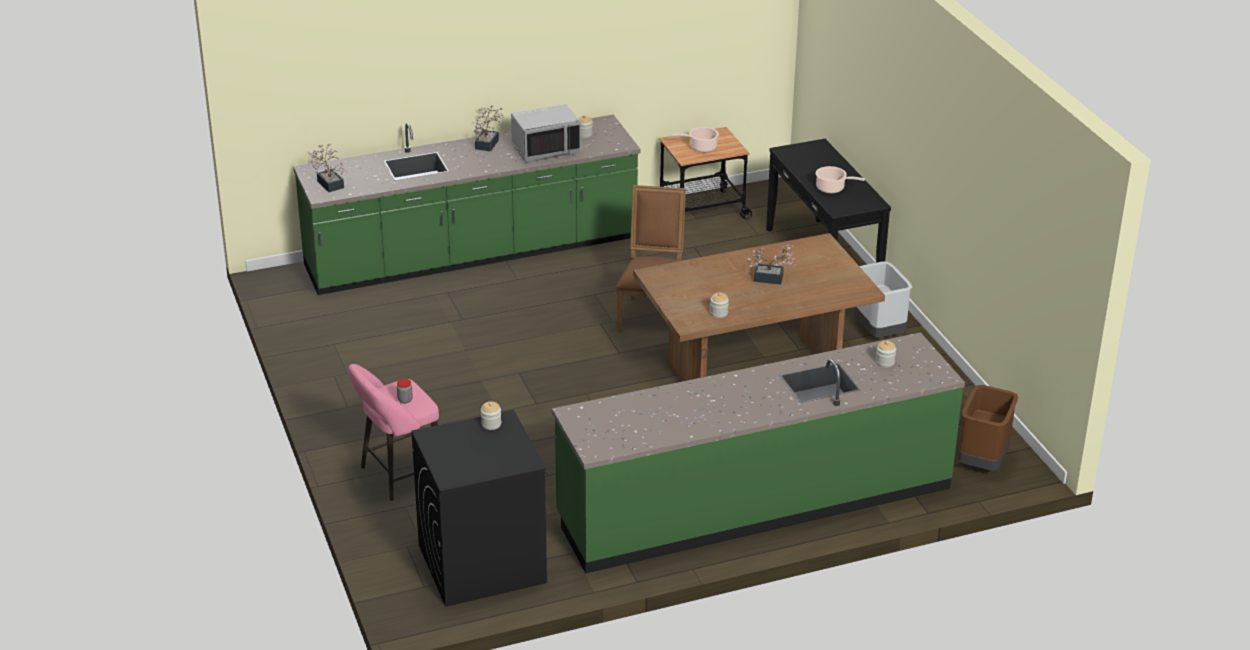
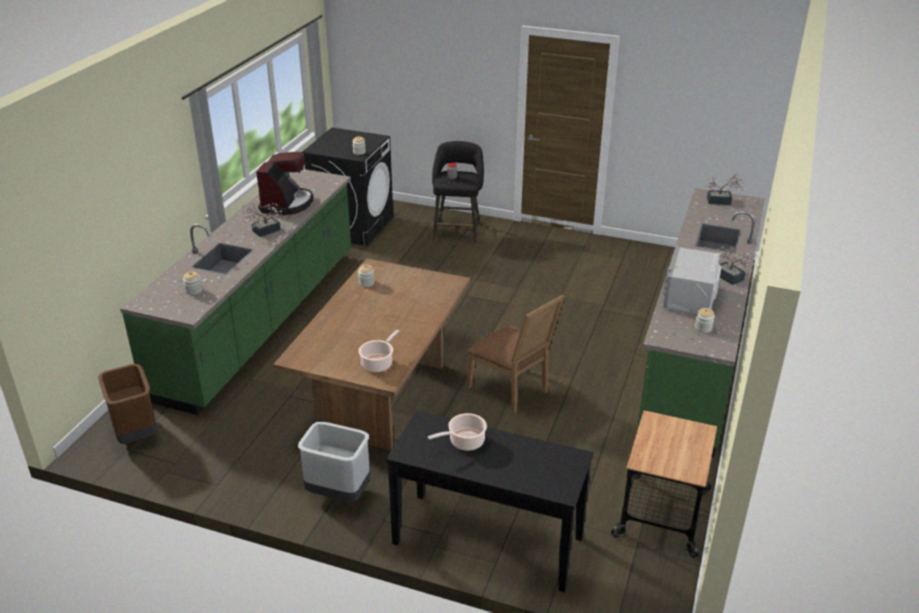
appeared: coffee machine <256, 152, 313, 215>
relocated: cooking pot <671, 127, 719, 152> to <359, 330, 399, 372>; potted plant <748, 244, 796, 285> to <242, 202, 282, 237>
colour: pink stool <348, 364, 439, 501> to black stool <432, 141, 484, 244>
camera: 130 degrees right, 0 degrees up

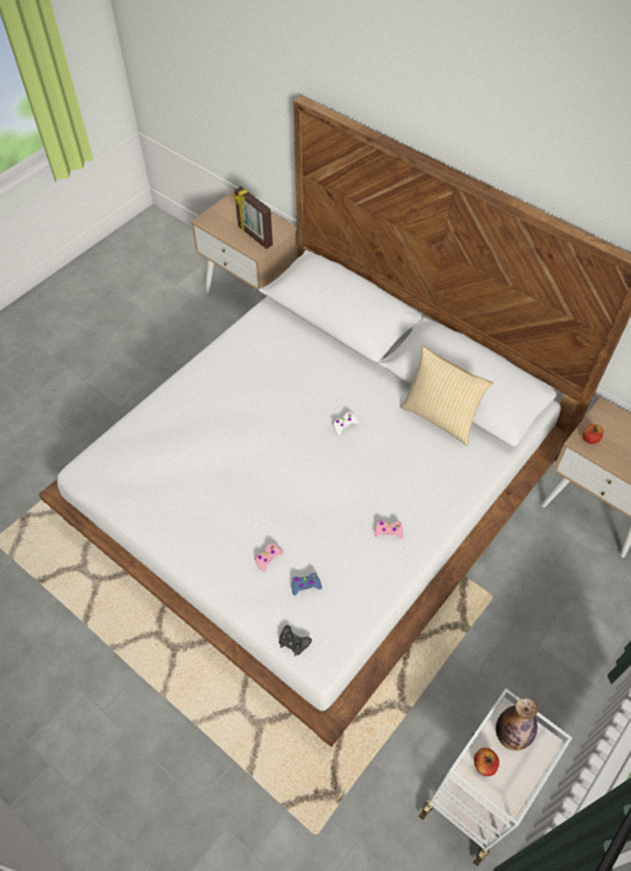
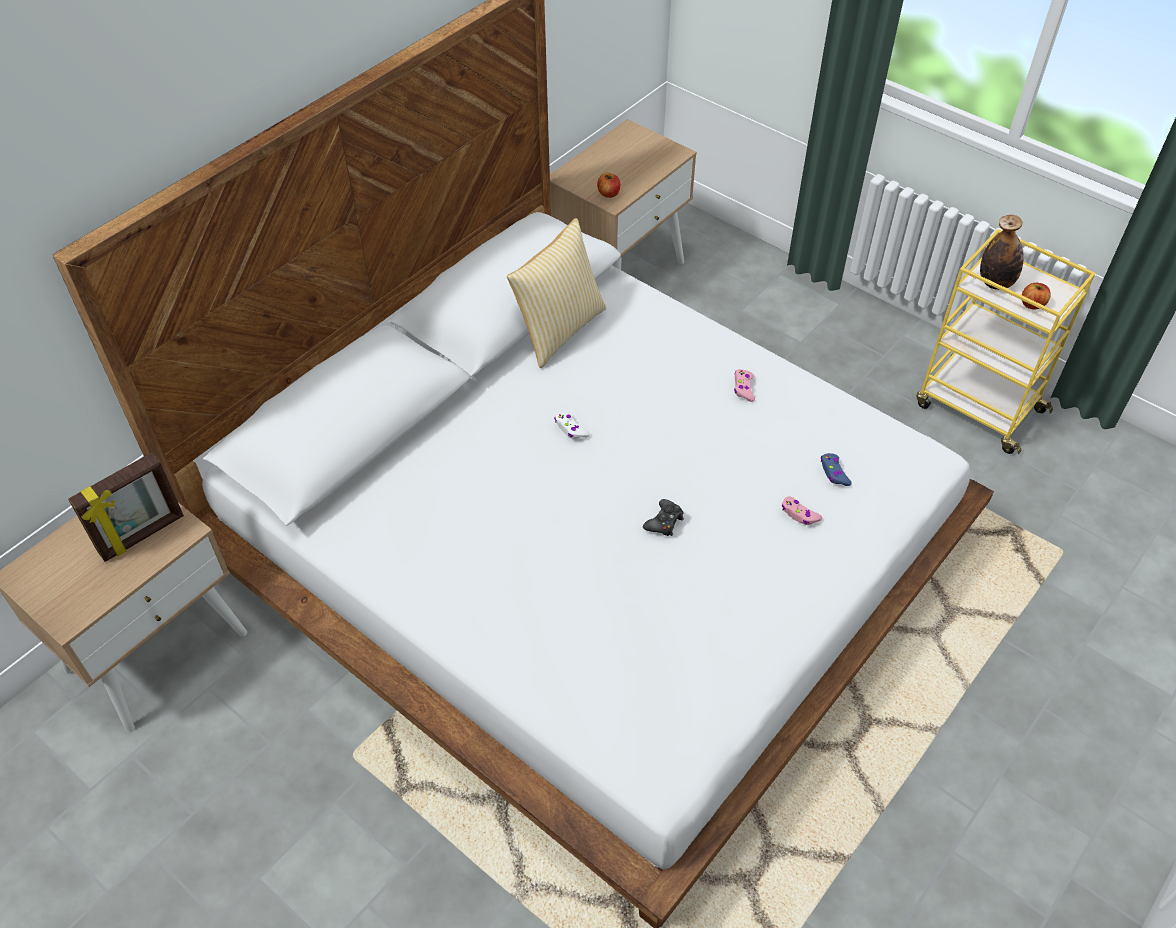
relocated: black game controller <279, 625, 312, 656> to <643, 499, 684, 536>
colour: white cart <419, 688, 572, 866> to yellow cart <917, 229, 1096, 454>
camera: 90 degrees left, 5 degrees down

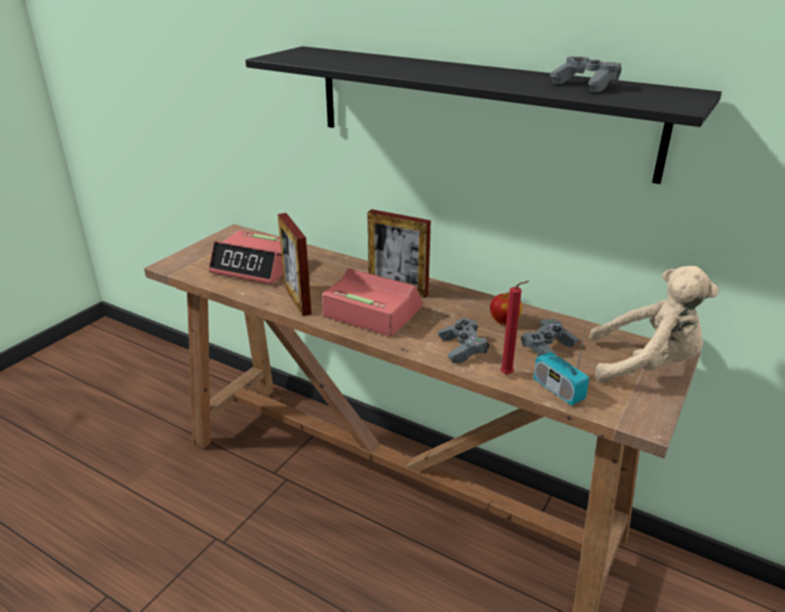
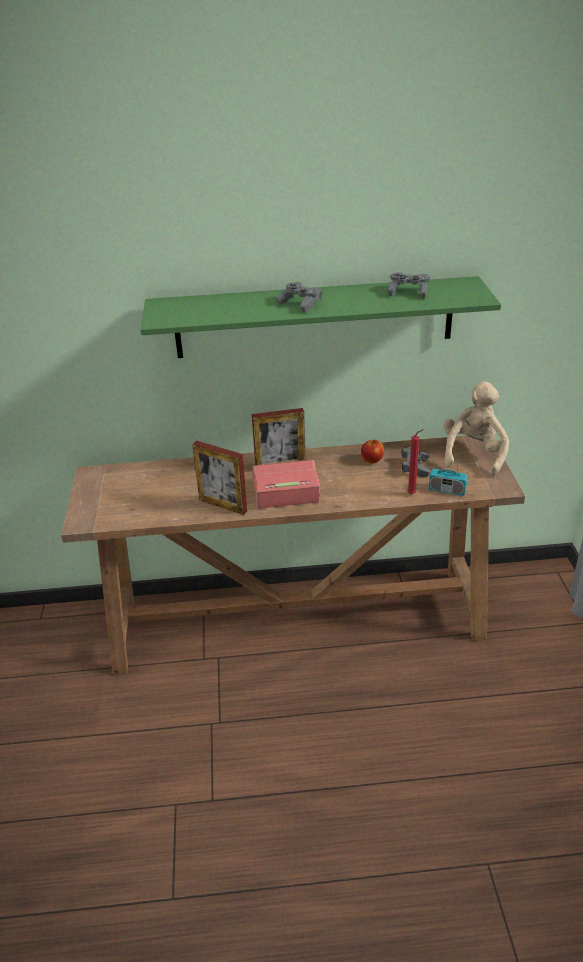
missing: alarm clock <209, 231, 283, 284>
relocated: grey game controller <438, 318, 489, 363> to <276, 282, 322, 312>
colour: black shelf <245, 46, 722, 184> to green shelf <141, 276, 501, 358>
spun: beige plush toy <589, 266, 719, 383> = <444, 381, 509, 476> 45 degrees counterclockwise
camera: 35 degrees left, 5 degrees up

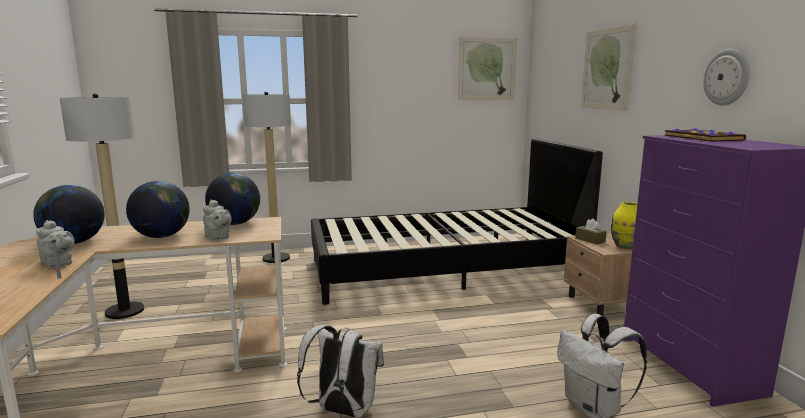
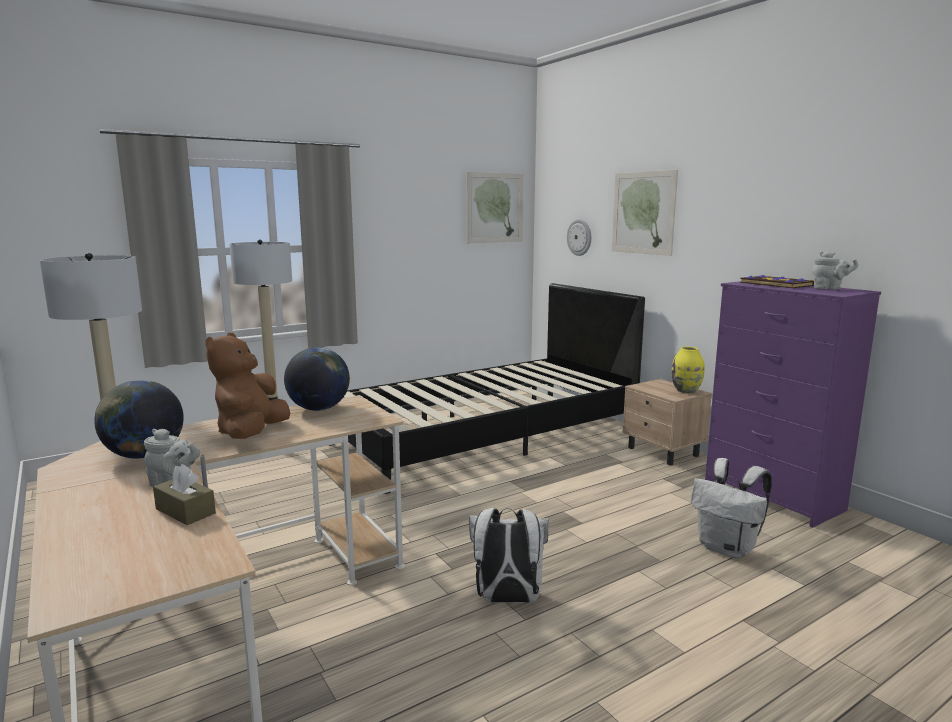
relocated: grey teapot <203, 200, 232, 240> to <812, 251, 858, 289>; brown tissue box <575, 219, 607, 244> to <153, 464, 216, 525>; wall clock <703, 49, 749, 105> to <567, 219, 591, 256>
exchanged: globe <126, 181, 190, 238> to brown plush toy <206, 333, 290, 439>
camera: 20 degrees left, 0 degrees up

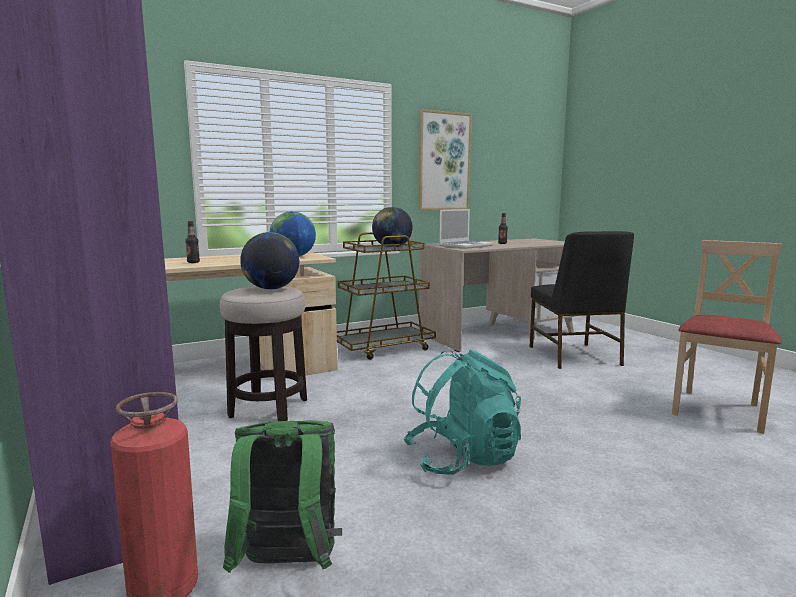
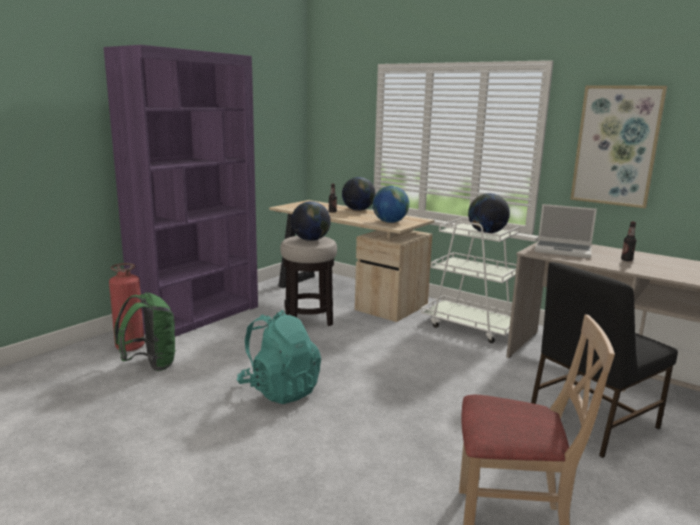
appeared: globe <342, 177, 376, 211>
colour: brown cart <337, 232, 436, 360> to white cart <421, 218, 520, 343>
camera: 65 degrees right, 5 degrees up

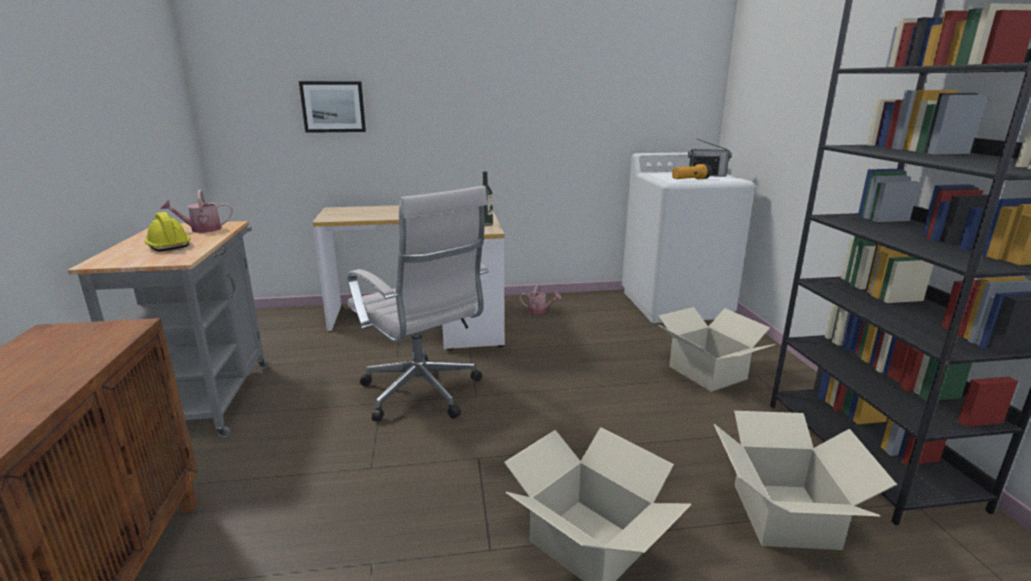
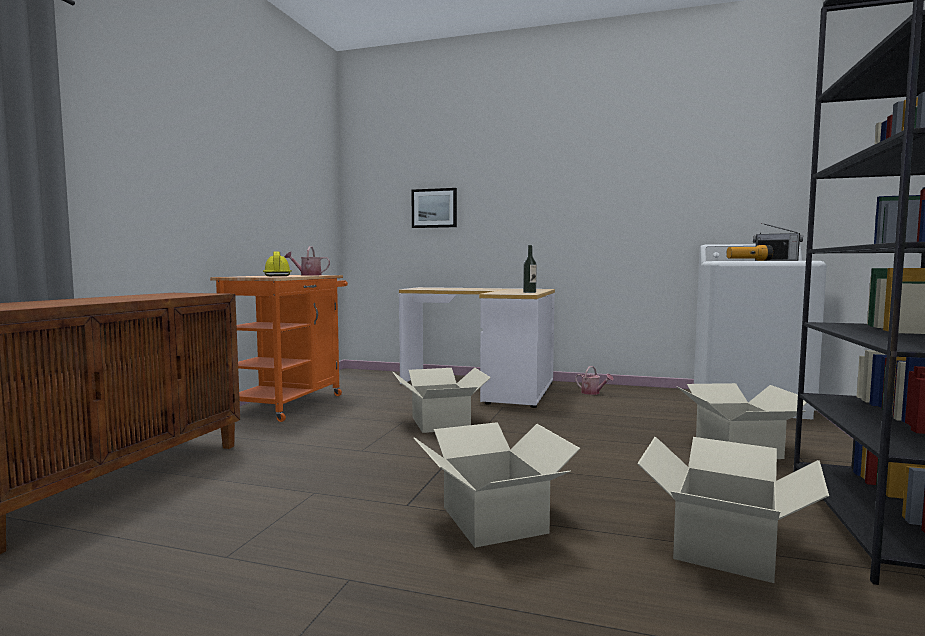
exchanged: white office chair <347, 185, 489, 422> to cardboard box <393, 368, 491, 433>
colour: grey cart <67, 221, 269, 438> to orange cart <210, 275, 348, 422>
camera: 25 degrees right, 15 degrees down

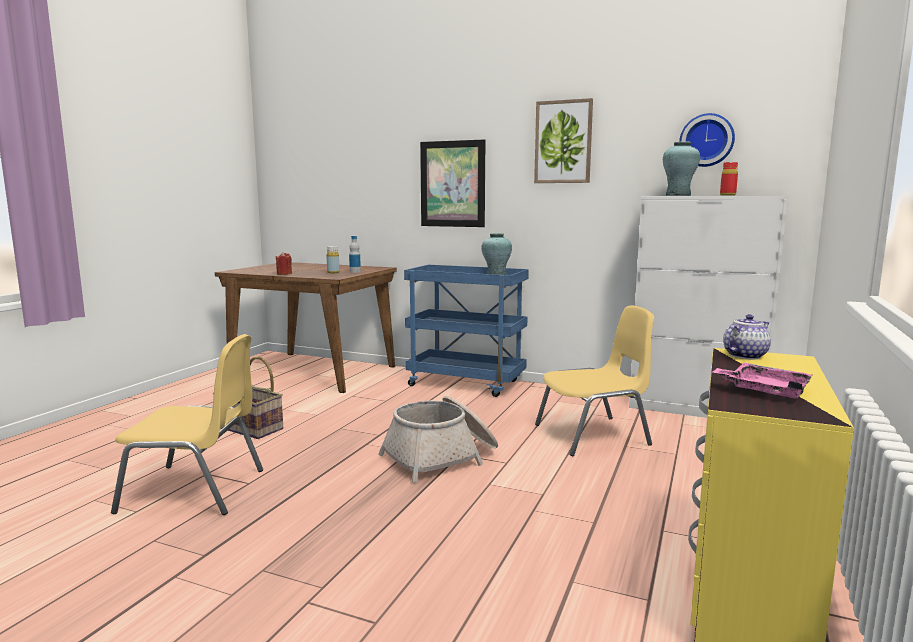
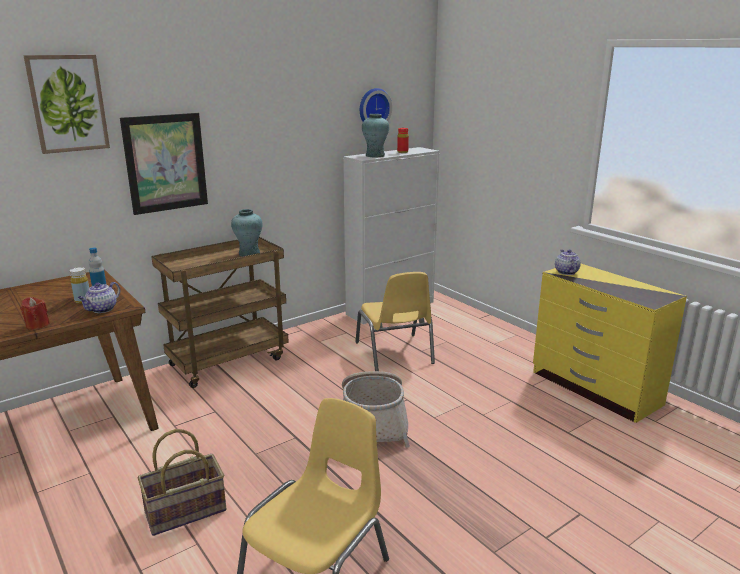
missing: pink tray <713, 363, 813, 399>
appeared: teapot <78, 282, 120, 313>
relocated: picture <534, 98, 593, 183> to <23, 55, 110, 154>
colour: blue cart <404, 265, 529, 397> to brown cart <151, 237, 289, 388>
spun: yellow chair <535, 305, 654, 456> = <355, 272, 435, 371> 150 degrees clockwise
camera: 60 degrees left, 10 degrees up

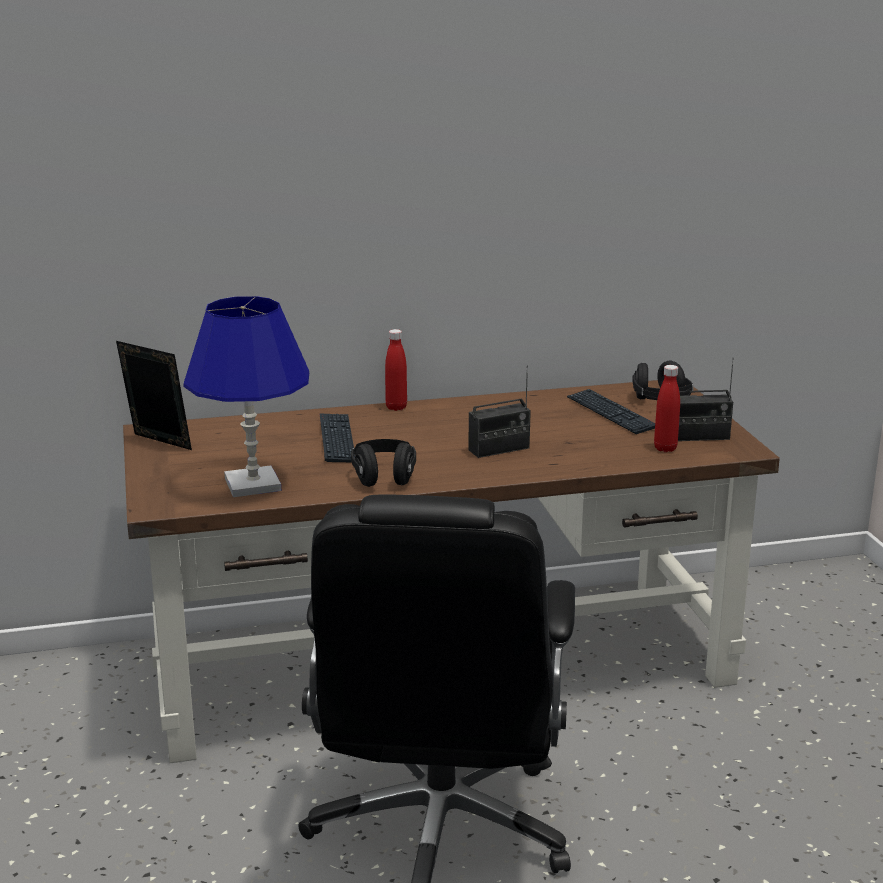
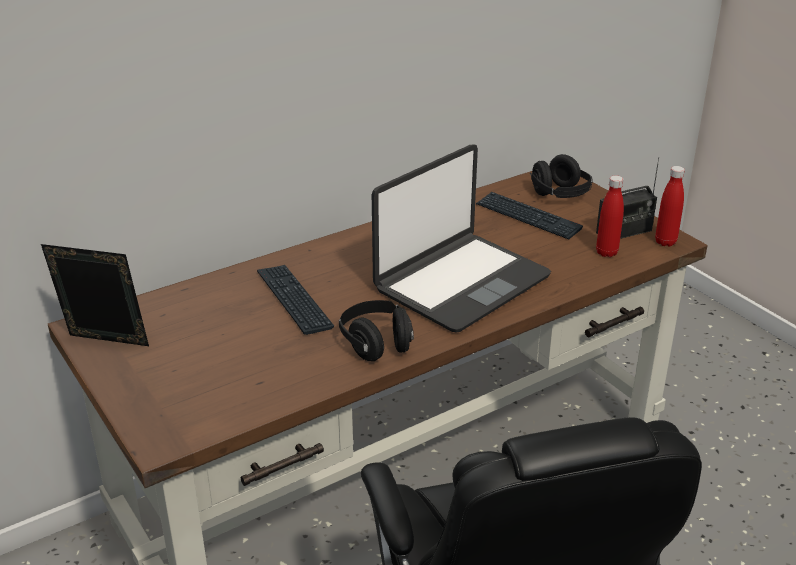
missing: blue table lamp <183, 296, 309, 497>
relocated: red bottle <385, 329, 407, 411> to <655, 166, 685, 247>
exchanged: radio <468, 365, 531, 458> to laptop <372, 145, 551, 332>
camera: 20 degrees left, 10 degrees up

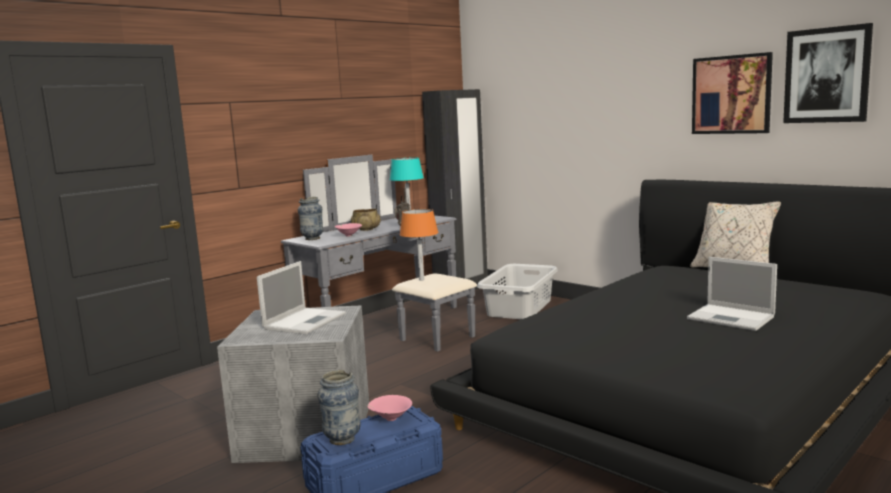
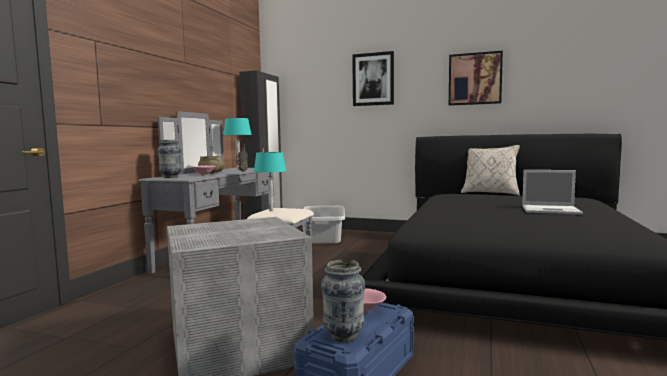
missing: laptop <257, 261, 346, 334>
relocated: picture <783, 23, 873, 123> to <352, 51, 394, 106>
colour: orange table lamp <400, 209, 438, 281> to turquoise table lamp <254, 152, 286, 211>
camera: 25 degrees left, 5 degrees down

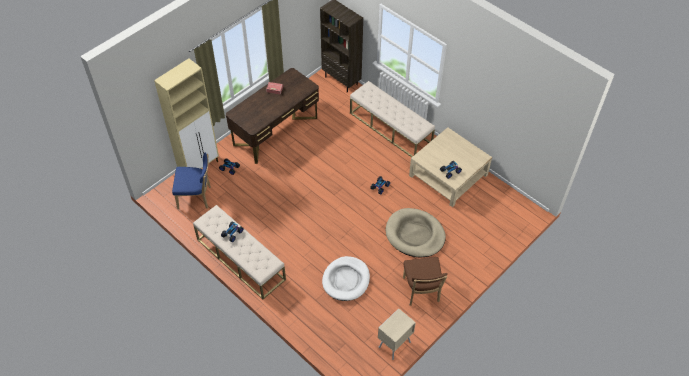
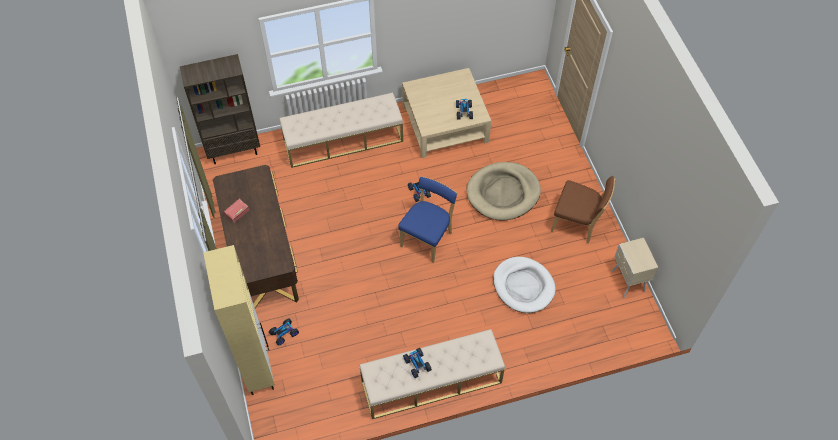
relocated: blue chair <172, 152, 211, 209> to <398, 176, 457, 263>
camera: 60 degrees left, 5 degrees up

